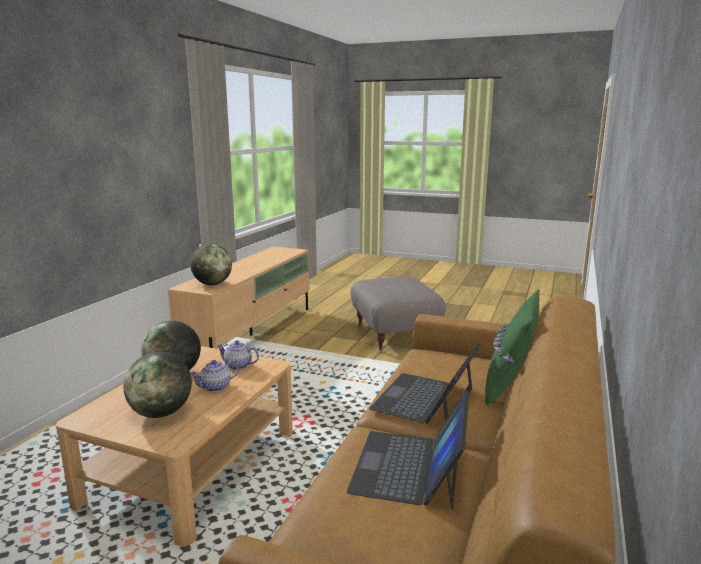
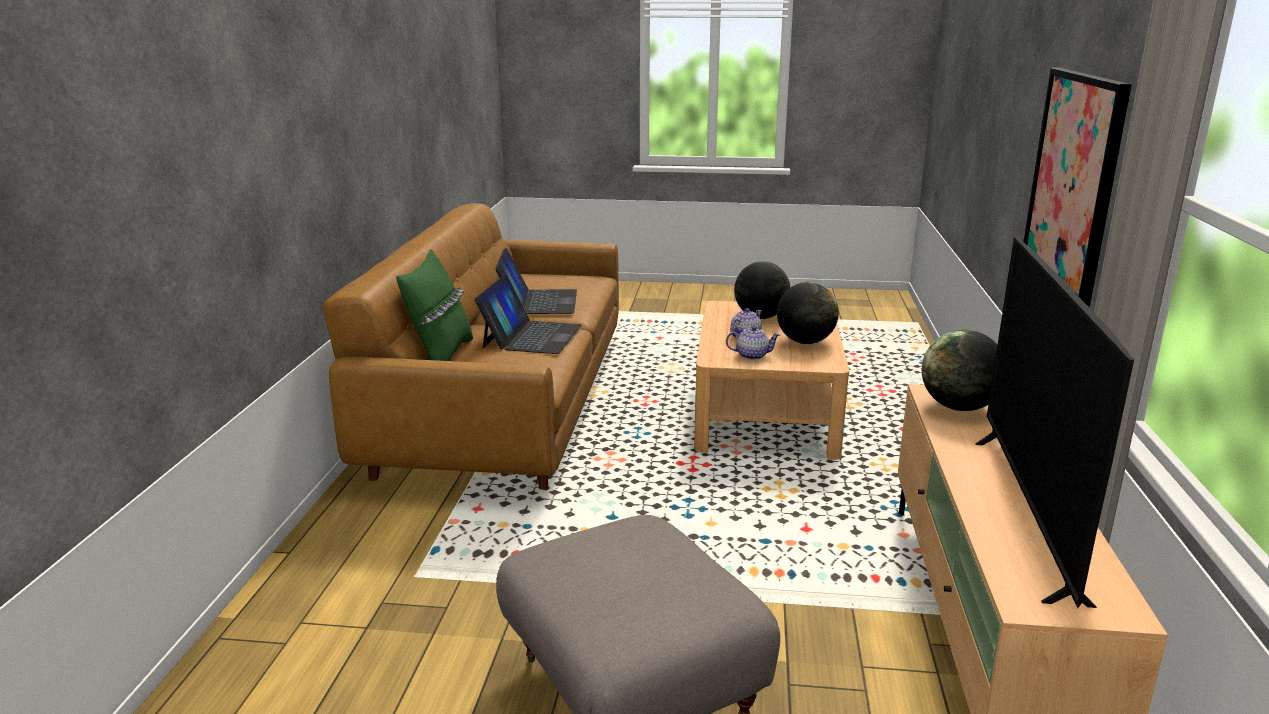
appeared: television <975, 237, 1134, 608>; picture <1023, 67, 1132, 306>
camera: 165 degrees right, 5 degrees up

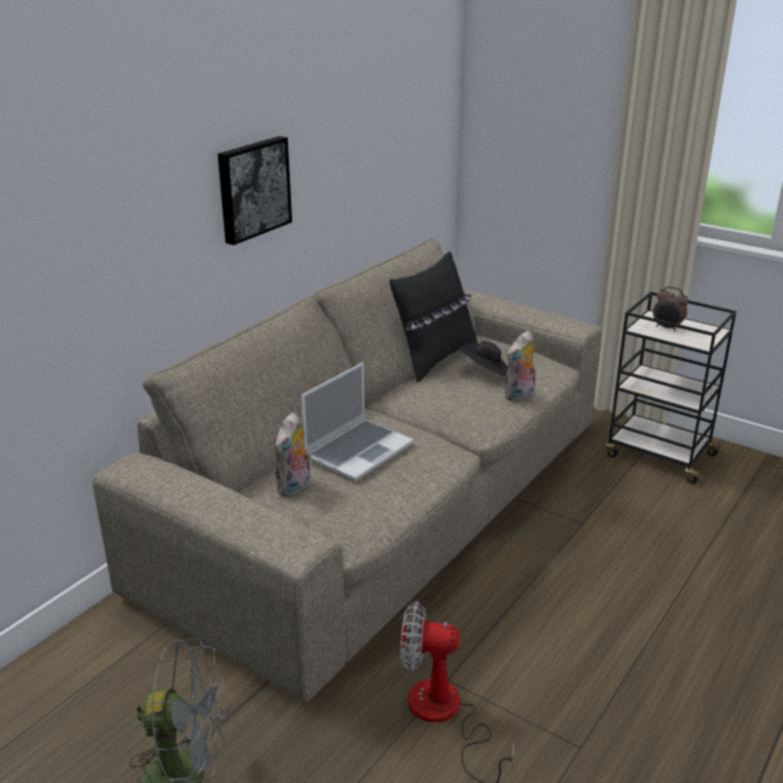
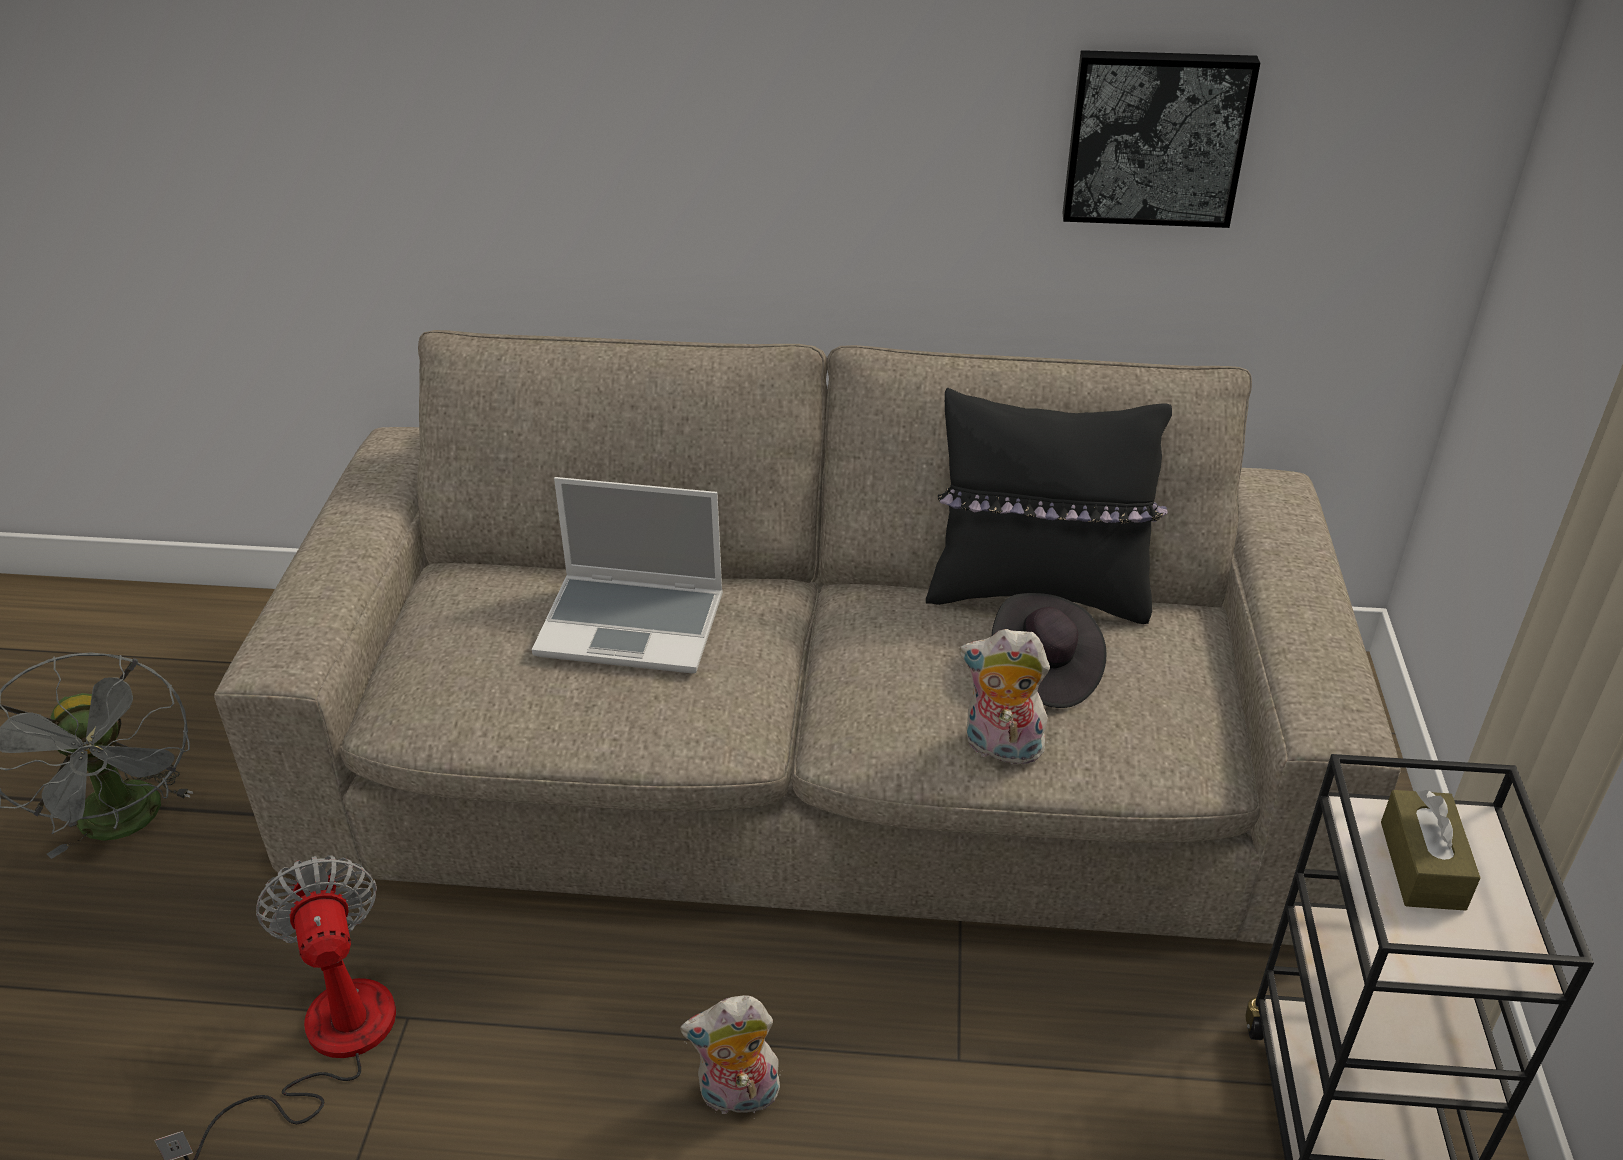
relocated: picture <218, 136, 292, 245> to <1063, 50, 1260, 228>; plush toy <274, 412, 311, 497> to <680, 995, 780, 1114>
exchanged: alarm clock <653, 286, 688, 332> to brown tissue box <1381, 790, 1480, 911>
camera: 60 degrees right, 10 degrees up

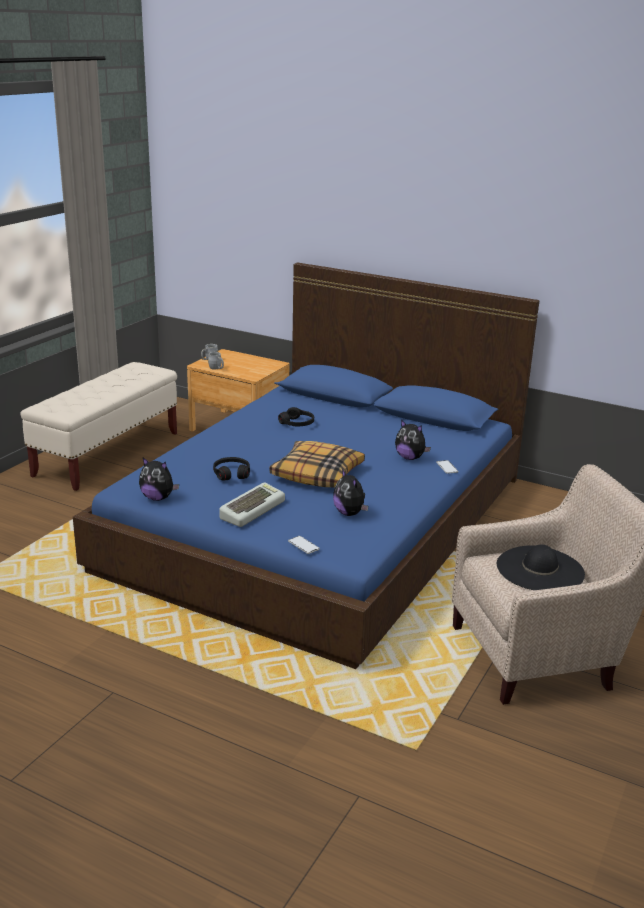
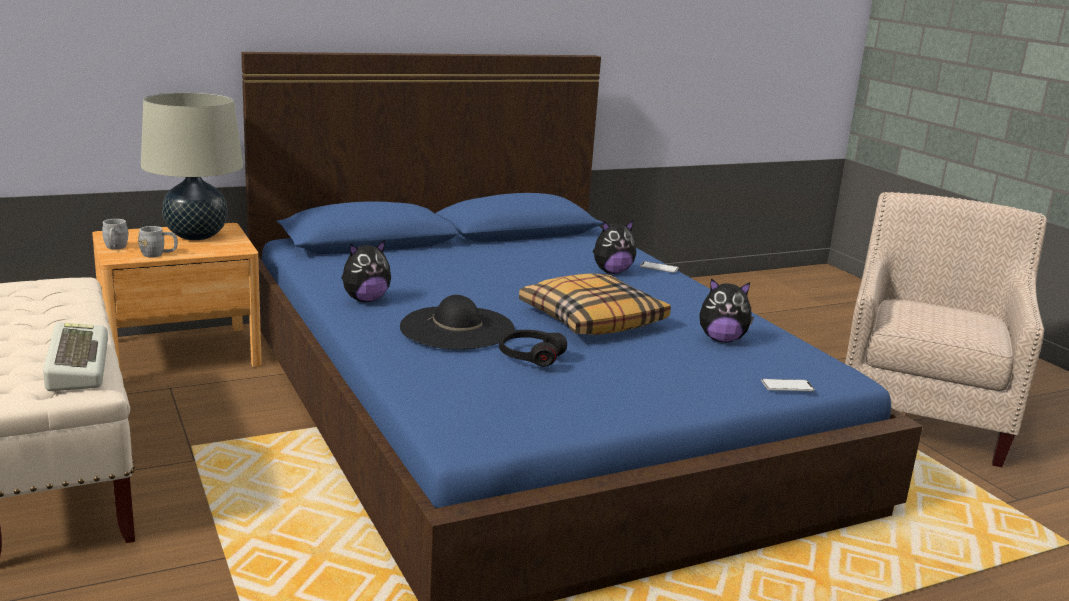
missing: black headphones <278, 407, 314, 426>
appeared: beige table lamp <141, 92, 243, 240>
relocated: plush toy <139, 458, 179, 501> to <341, 240, 391, 302>; keyboard <220, 483, 285, 527> to <43, 322, 108, 391>; black hat <497, 545, 585, 590> to <400, 295, 515, 349>
camera: 55 degrees left, 5 degrees down

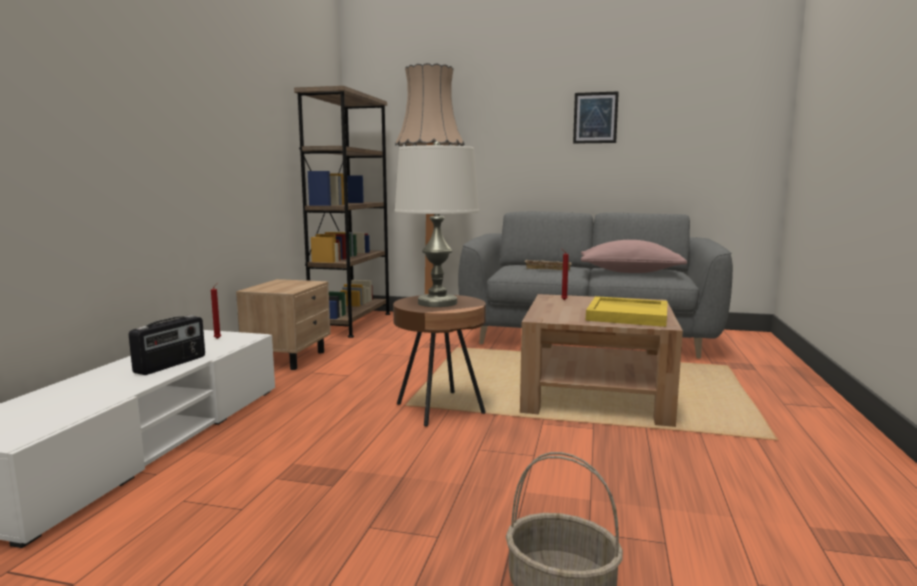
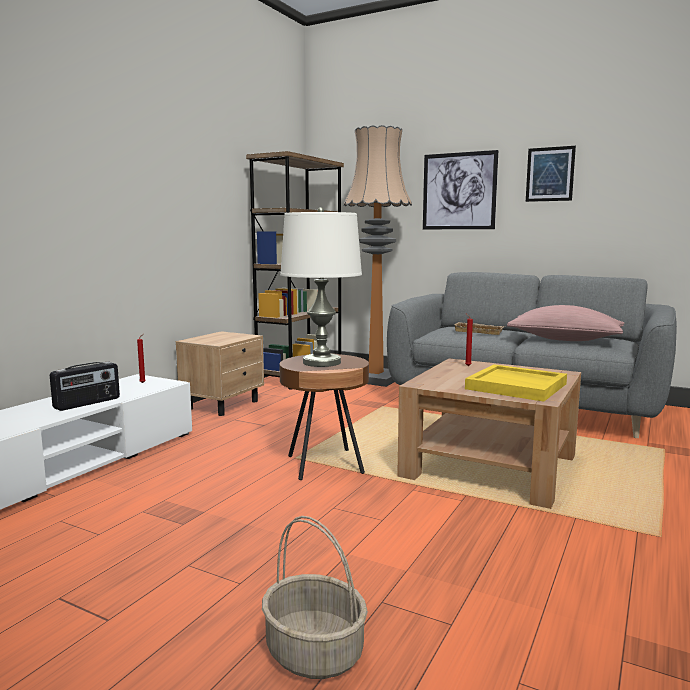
appeared: picture <423, 150, 498, 229>
camera: 15 degrees right, 0 degrees up

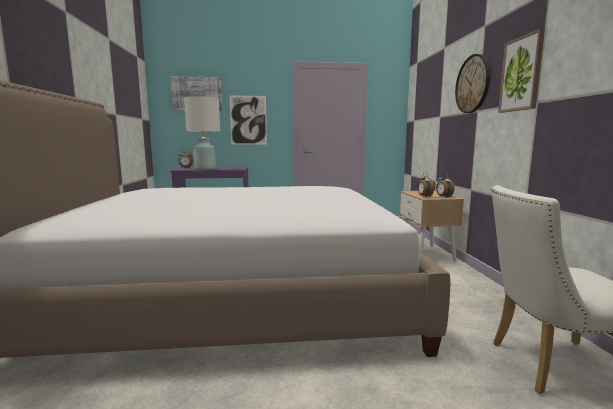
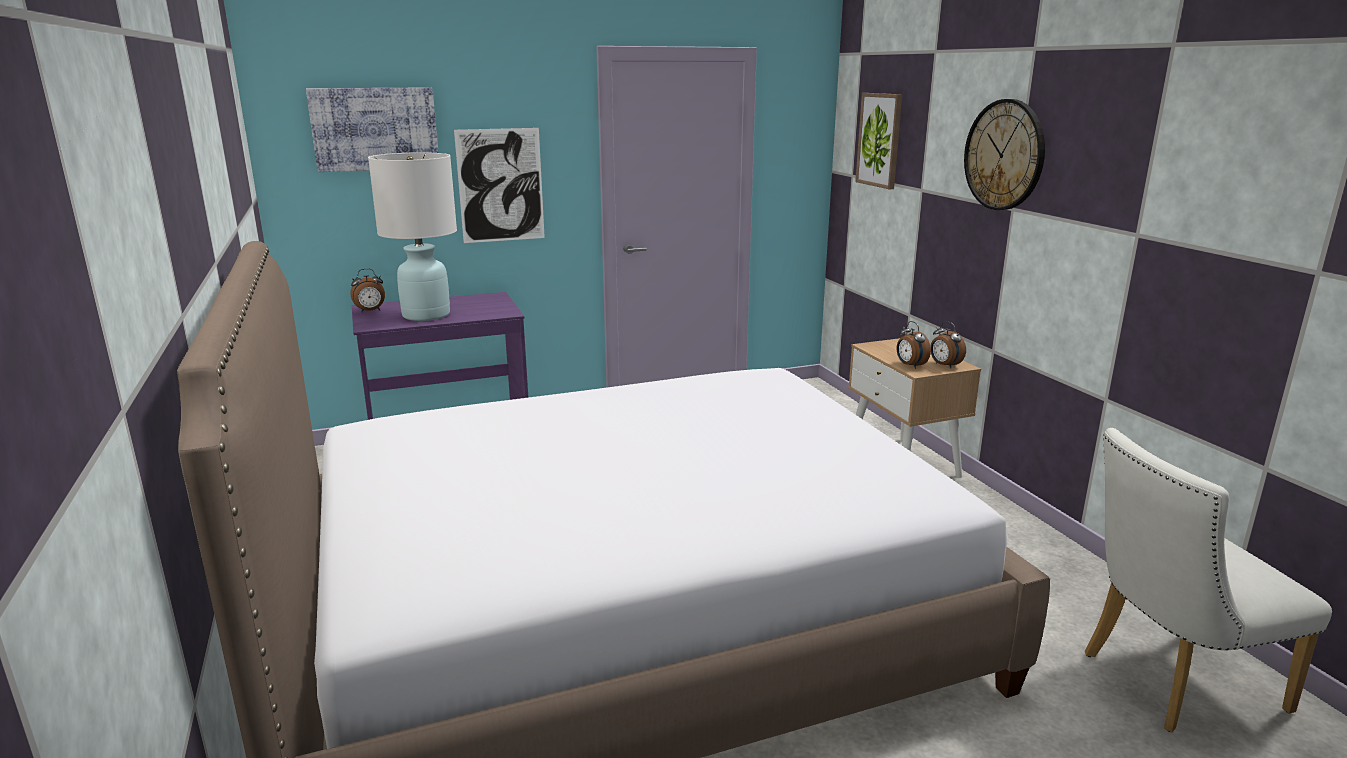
relocated: picture <498, 28, 545, 113> to <855, 93, 902, 190>
camera: 15 degrees left, 10 degrees up

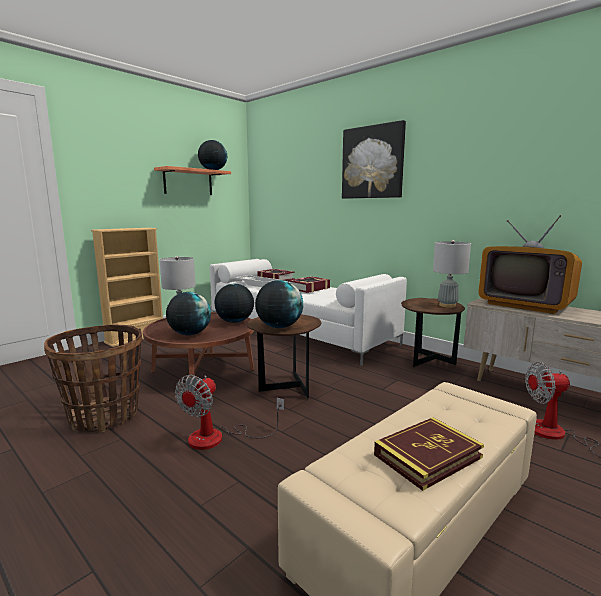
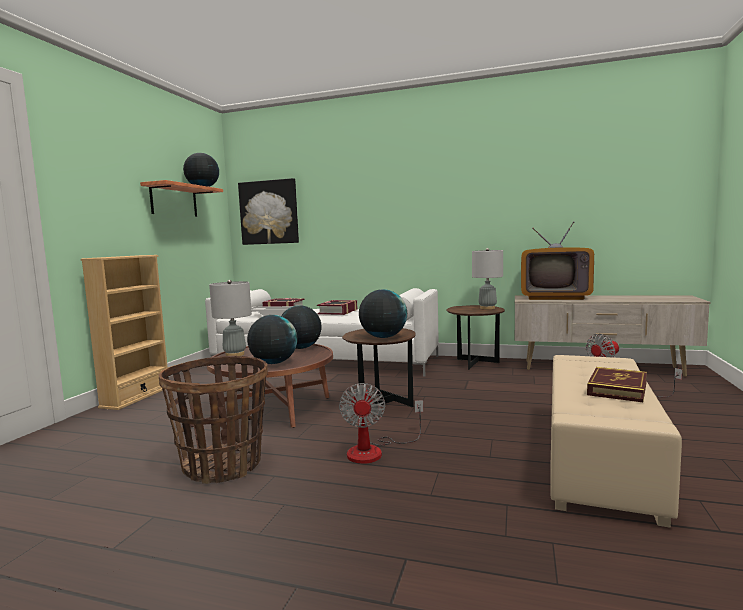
relocated: picture <342, 120, 406, 199> to <238, 178, 299, 245>
camera: 25 degrees left, 5 degrees down

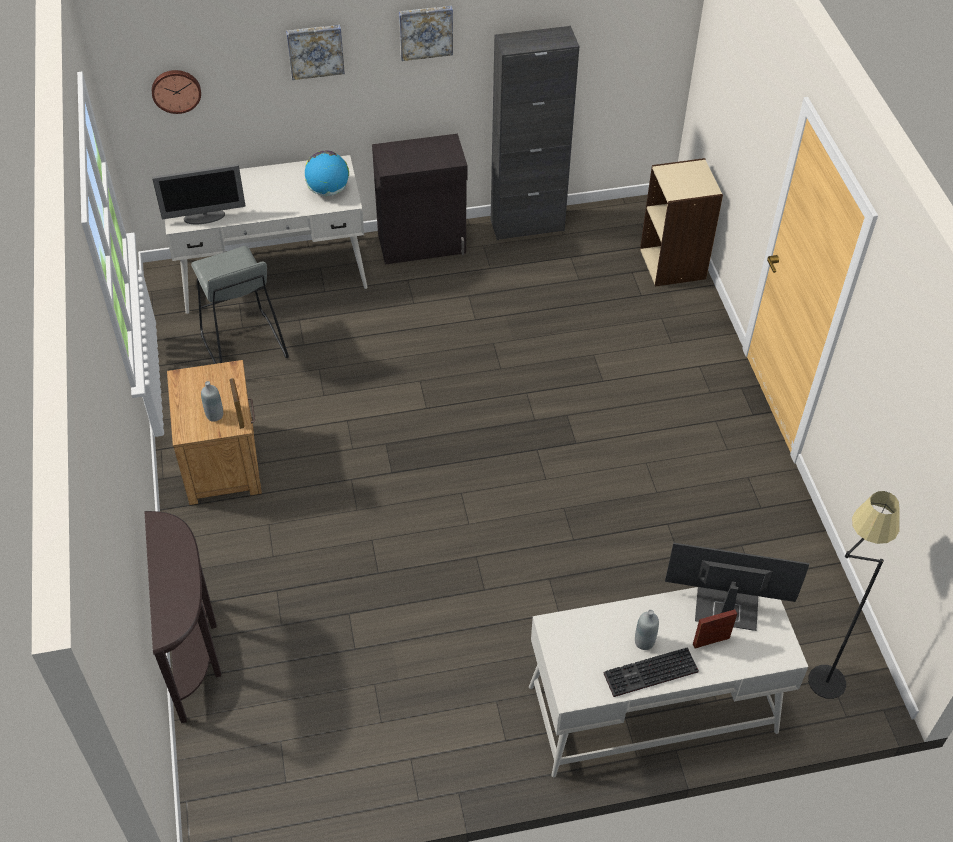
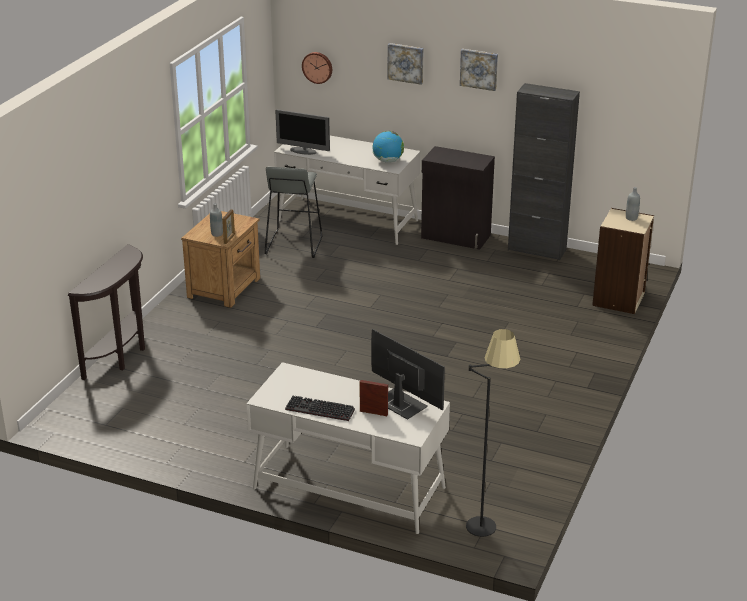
relocated: grey bottle <635, 610, 659, 650> to <626, 187, 640, 221>
camera: 35 degrees right, 20 degrees down

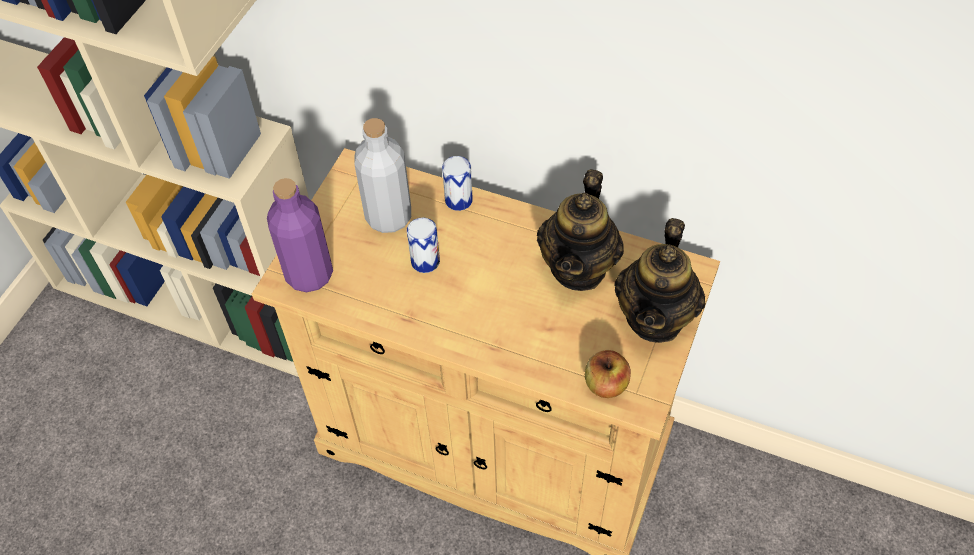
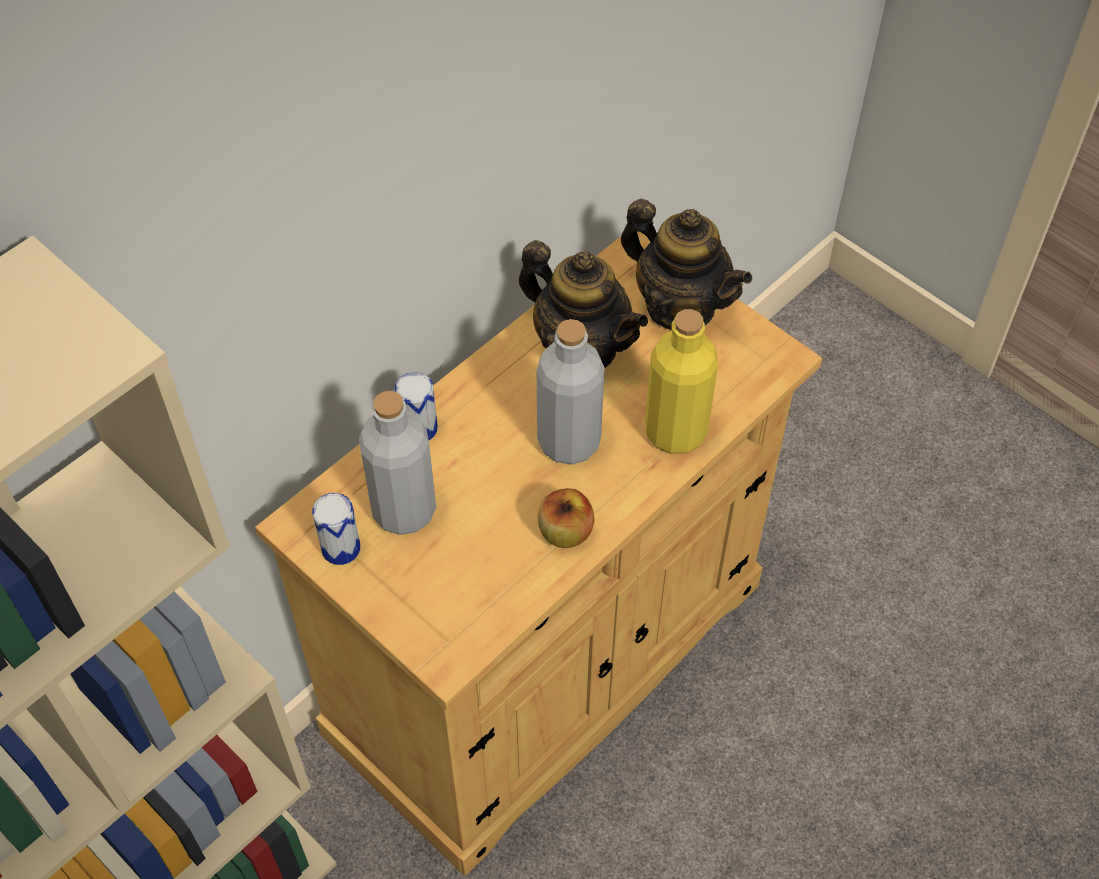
missing: purple bottle <267, 178, 333, 292>
appeared: grey bottle <537, 319, 605, 465>; yellow bottle <645, 309, 718, 454>
relocated: can <407, 217, 440, 273> to <312, 493, 361, 565>; apple <585, 350, 631, 398> to <538, 488, 594, 548>
camera: 70 degrees left, 0 degrees up

